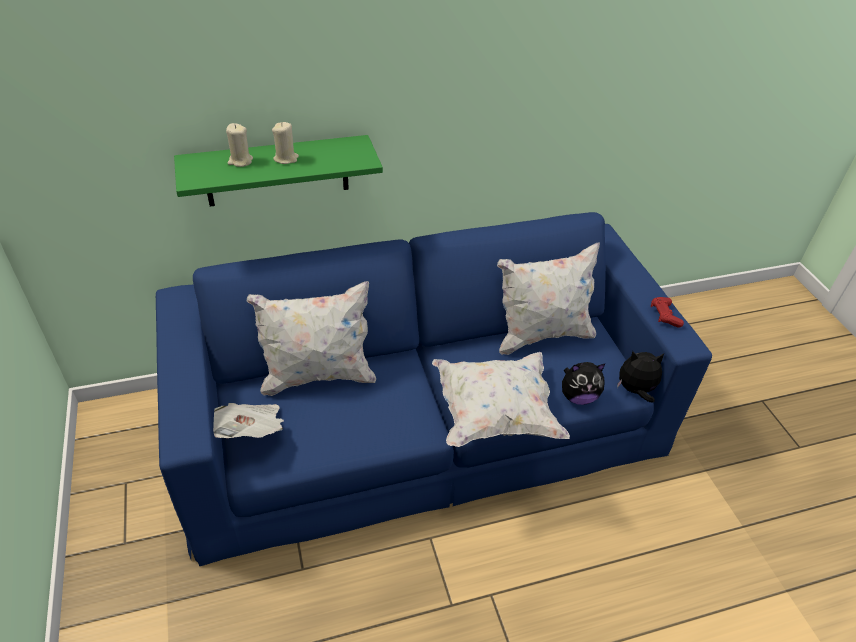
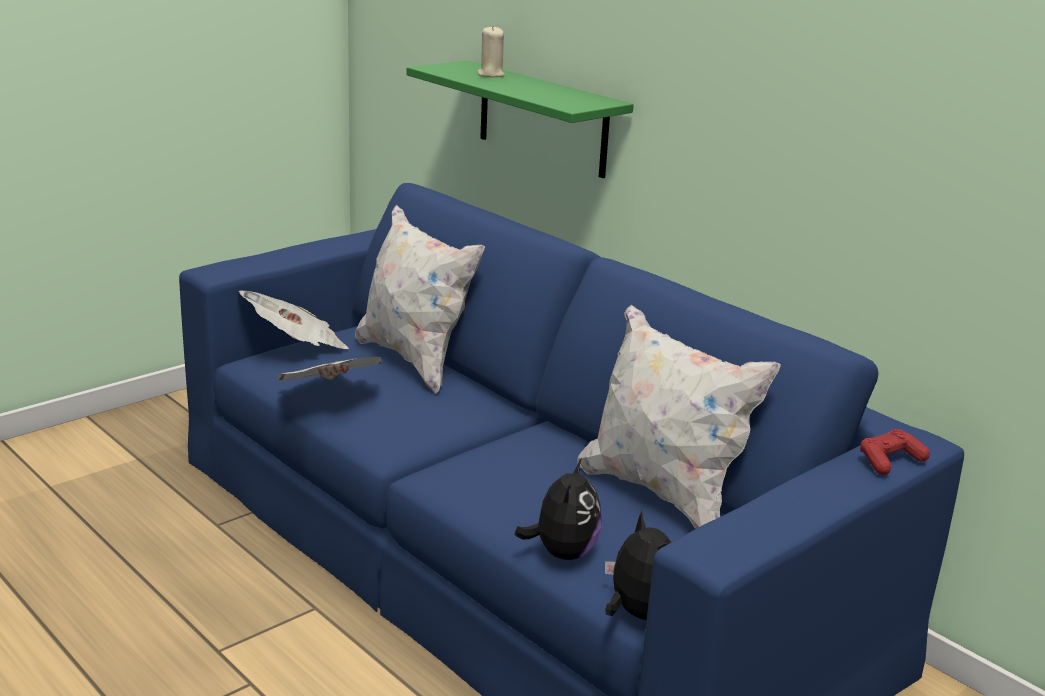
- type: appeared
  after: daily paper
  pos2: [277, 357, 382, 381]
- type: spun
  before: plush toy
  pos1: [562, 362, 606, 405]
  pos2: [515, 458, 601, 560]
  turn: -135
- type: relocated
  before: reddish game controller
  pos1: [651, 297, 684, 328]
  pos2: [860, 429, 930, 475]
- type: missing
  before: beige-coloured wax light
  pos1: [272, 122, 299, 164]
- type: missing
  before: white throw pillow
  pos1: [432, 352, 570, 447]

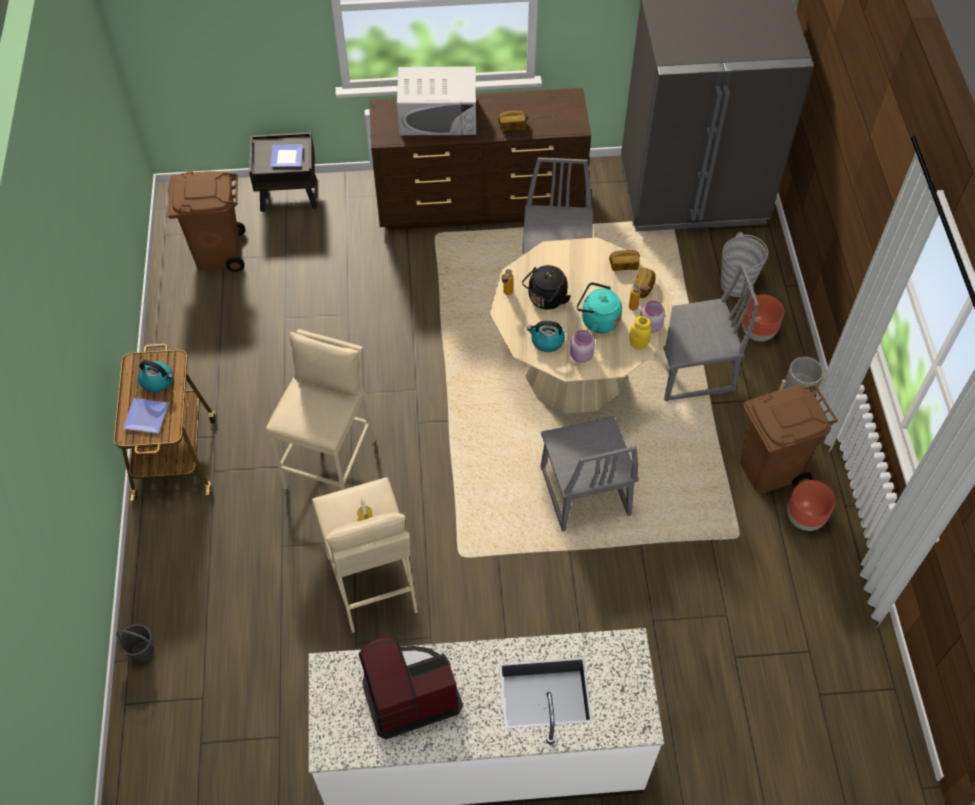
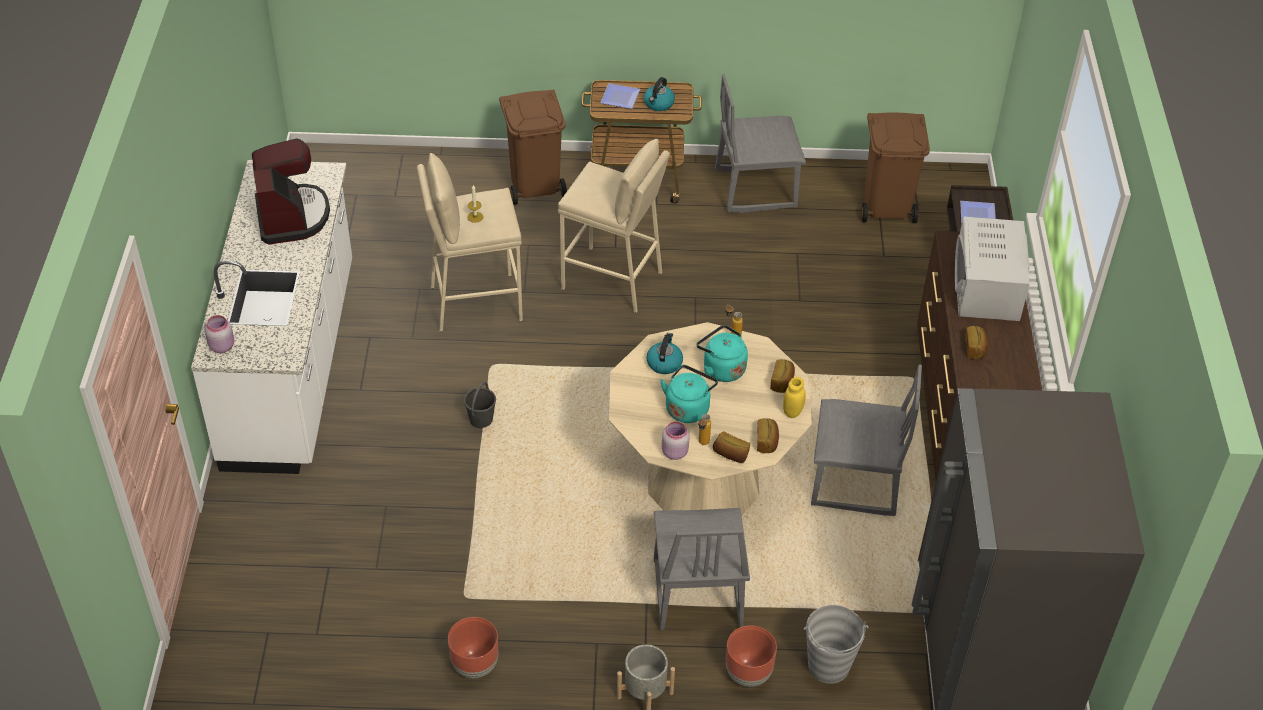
- type: relocated
  before: pink-coloured jar
  pos1: [570, 330, 595, 363]
  pos2: [205, 315, 234, 353]
- type: relocated
  before: gray pail
  pos1: [116, 624, 154, 663]
  pos2: [464, 382, 496, 428]
- type: relocated
  before: brown-coloured waste bin
  pos1: [740, 385, 838, 493]
  pos2: [499, 90, 567, 205]
- type: colour
  before: black-coloured water kettle
  after: turquoise-coloured water kettle
  pos1: [522, 265, 571, 310]
  pos2: [697, 325, 748, 382]
- type: relocated
  before: gray chair
  pos1: [541, 416, 639, 532]
  pos2: [715, 74, 806, 213]
- type: appeared
  after: bakery bread
  pos2: [770, 359, 795, 393]
- type: relocated
  before: yellow jar
  pos1: [629, 316, 651, 350]
  pos2: [783, 377, 806, 418]

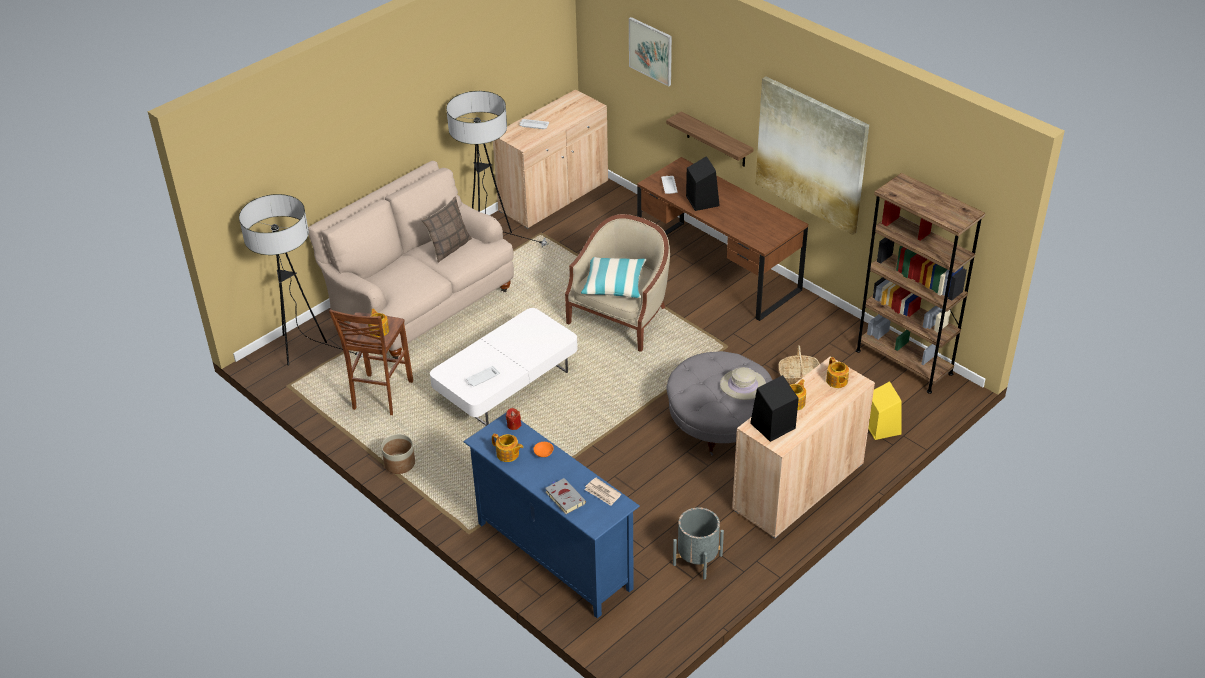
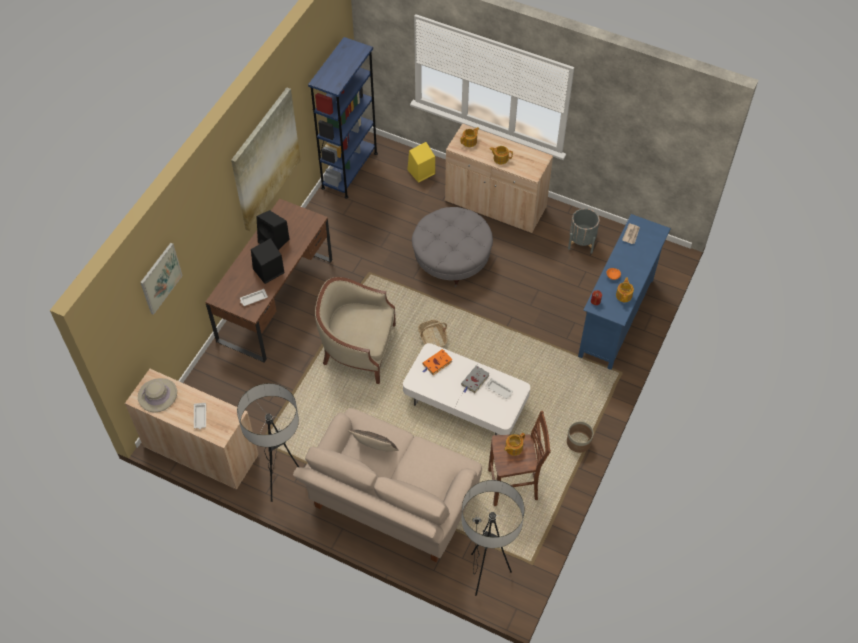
- type: relocated
  before: beige-coloured hat
  pos1: [720, 367, 766, 400]
  pos2: [138, 378, 177, 412]
- type: relocated
  before: black-coloured speaker
  pos1: [750, 375, 799, 442]
  pos2: [256, 210, 289, 250]
- type: colour
  before: brown-coloured shelving unit
  after: bluish shelving unit
  pos1: [856, 173, 985, 394]
  pos2: [308, 37, 378, 198]
- type: relocated
  before: basket
  pos1: [778, 345, 820, 383]
  pos2: [418, 319, 447, 347]
- type: appeared
  after: orange bound book
  pos2: [422, 349, 453, 375]
- type: relocated
  before: gray bound book
  pos1: [545, 478, 586, 514]
  pos2: [461, 366, 490, 393]
- type: missing
  before: throw pillow
  pos1: [581, 257, 646, 298]
- type: missing
  before: wall shelf
  pos1: [666, 112, 754, 167]

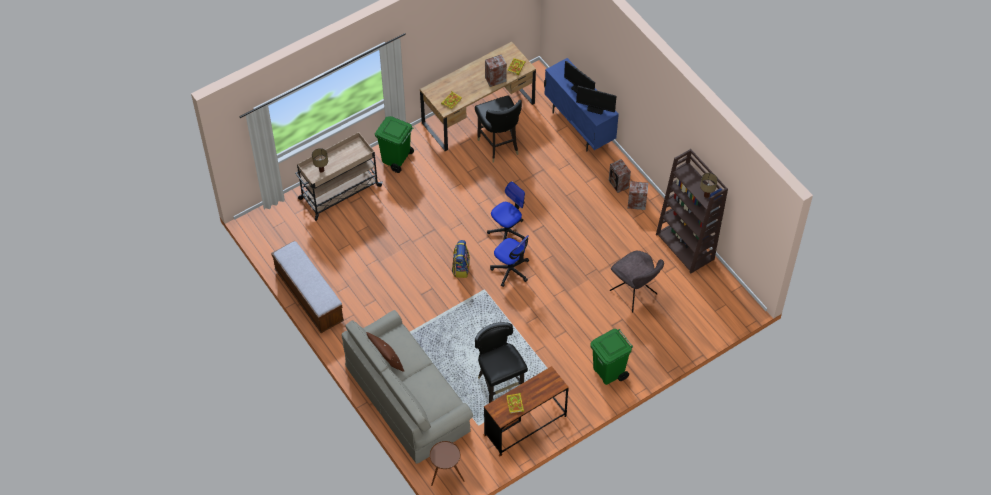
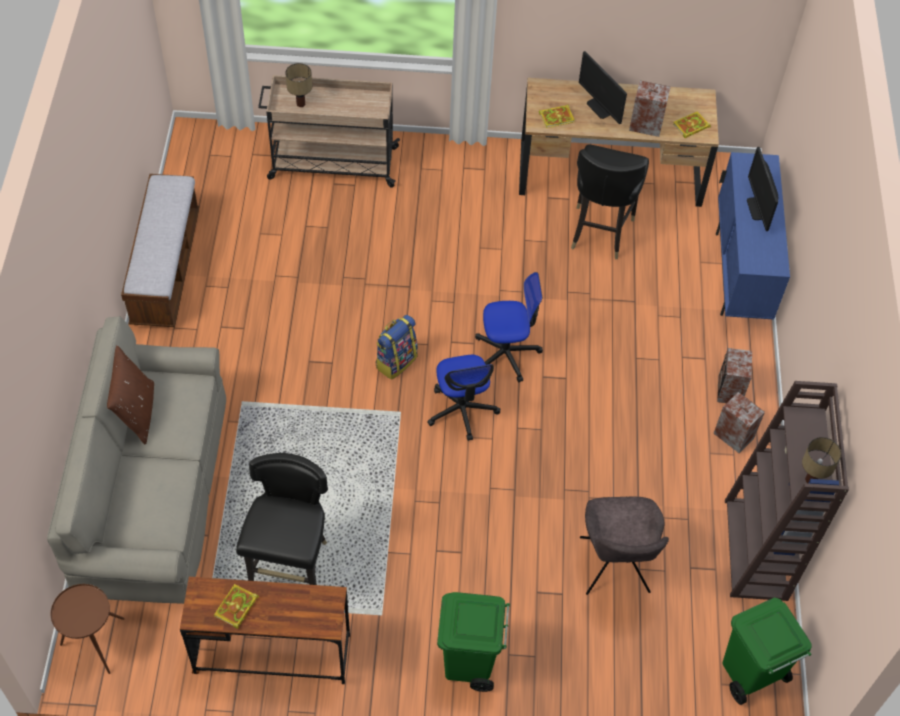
- type: relocated
  before: monitor
  pos1: [576, 86, 616, 114]
  pos2: [579, 51, 627, 125]
- type: relocated
  before: green waste bin
  pos1: [375, 116, 414, 173]
  pos2: [723, 598, 812, 705]

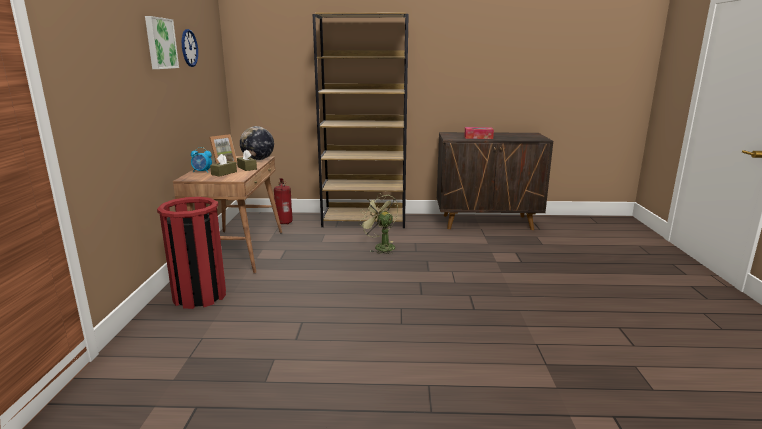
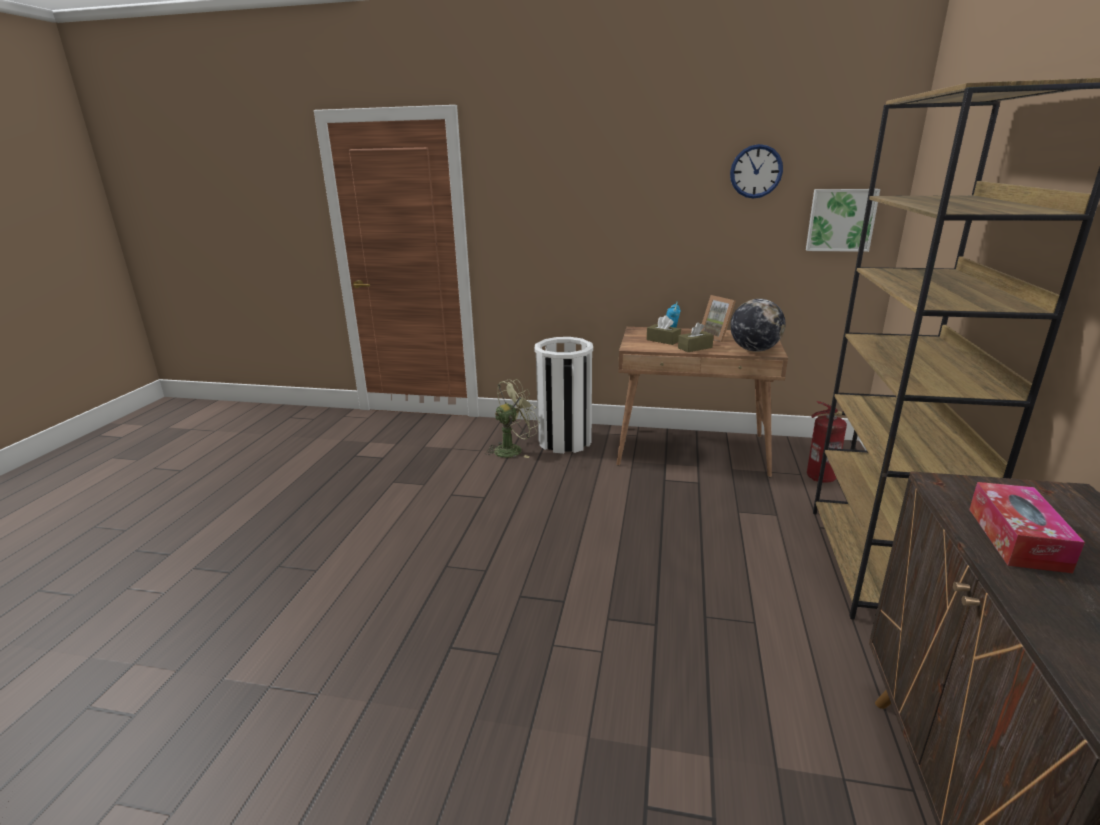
- type: relocated
  before: green fan
  pos1: [359, 193, 398, 254]
  pos2: [485, 379, 540, 458]
- type: colour
  before: reddish waste bin
  after: white waste bin
  pos1: [157, 197, 226, 309]
  pos2: [534, 337, 593, 454]
- type: relocated
  before: wall picture
  pos1: [145, 16, 179, 69]
  pos2: [806, 189, 880, 252]

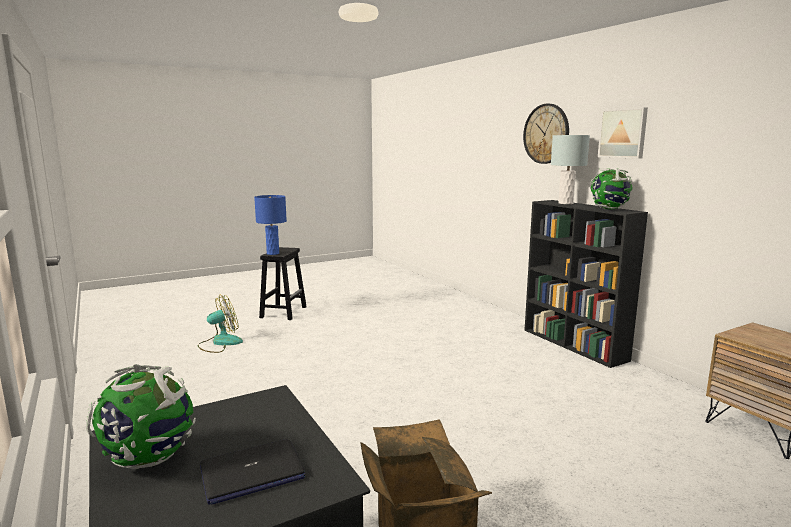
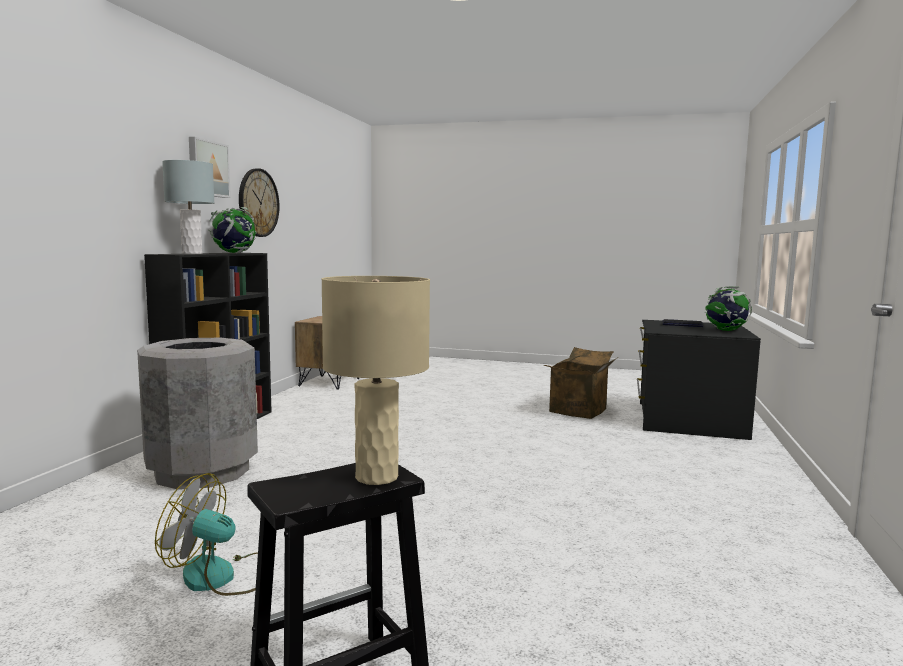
- type: appeared
  after: gray waste bin
  pos2: [137, 338, 258, 490]
- type: relocated
  before: fan
  pos1: [198, 295, 243, 353]
  pos2: [155, 473, 258, 596]
- type: relocated
  before: wall clock
  pos1: [523, 104, 569, 164]
  pos2: [239, 168, 280, 237]
- type: colour
  before: bluish table lamp
  after: beige-coloured table lamp
  pos1: [254, 195, 287, 255]
  pos2: [321, 276, 430, 485]

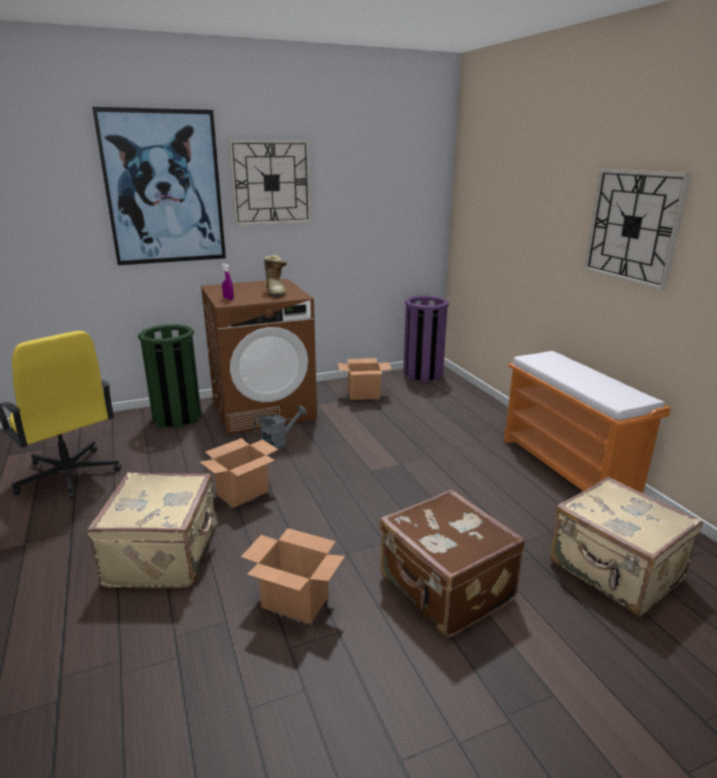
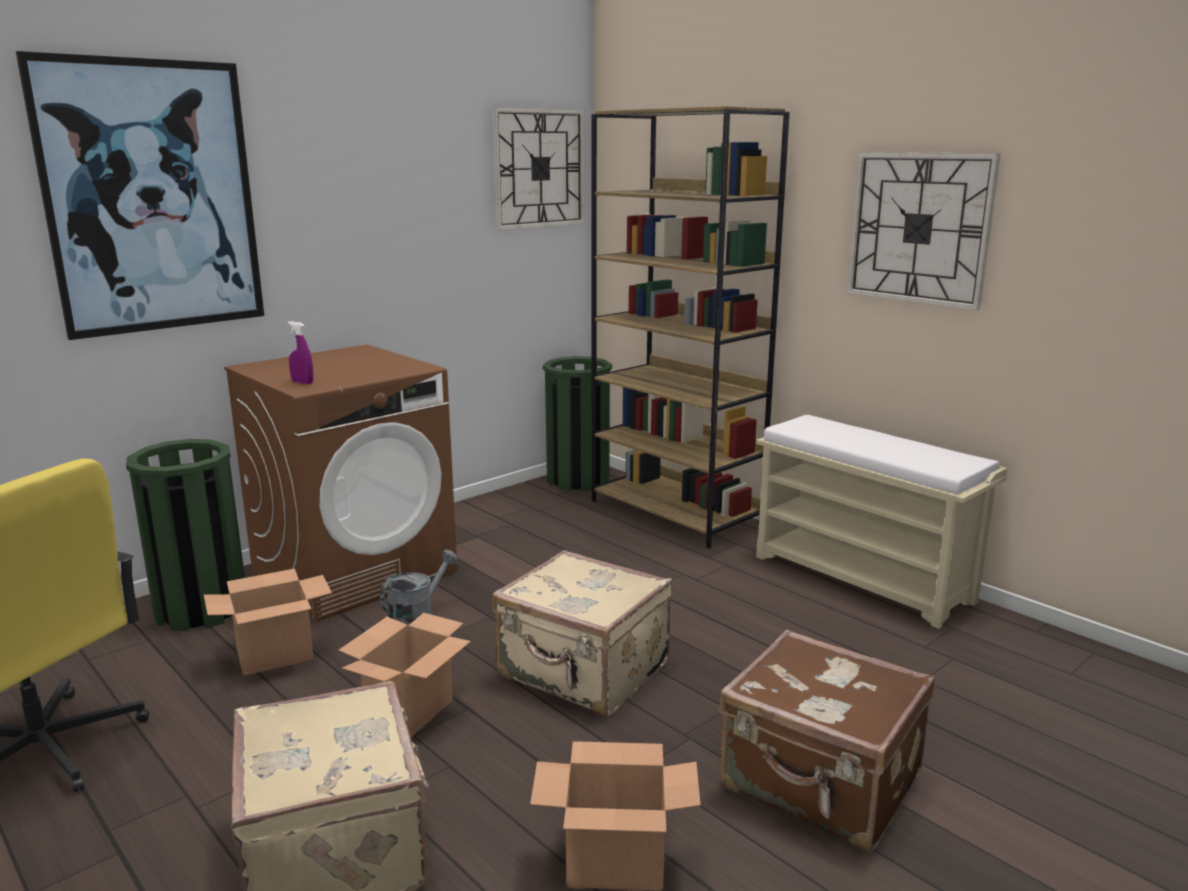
- type: relocated
  before: packing box
  pos1: [338, 358, 392, 400]
  pos2: [204, 569, 332, 676]
- type: relocated
  before: wall clock
  pos1: [228, 139, 311, 226]
  pos2: [492, 107, 585, 230]
- type: relocated
  before: beige-coloured piece of luggage
  pos1: [550, 477, 703, 616]
  pos2: [492, 550, 672, 716]
- type: colour
  before: purplish waste bin
  after: green waste bin
  pos1: [403, 296, 449, 382]
  pos2: [543, 356, 612, 491]
- type: appeared
  after: brown-coloured shelving unit
  pos2: [591, 106, 790, 549]
- type: colour
  before: orange bench
  after: beige-coloured bench
  pos1: [504, 351, 670, 493]
  pos2: [756, 415, 1007, 629]
- type: missing
  before: tall boot
  pos1: [264, 255, 287, 298]

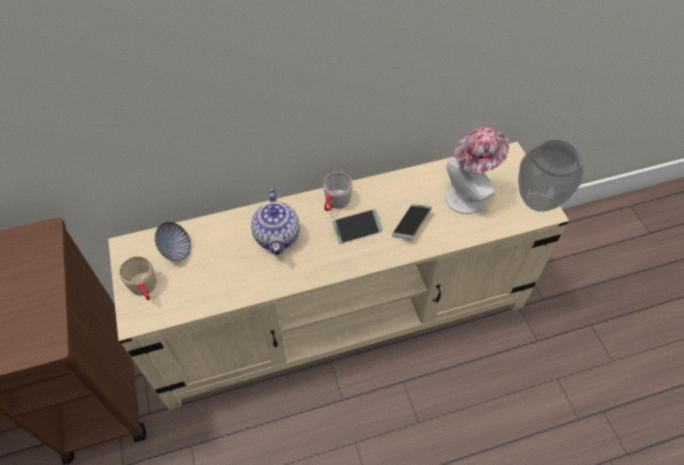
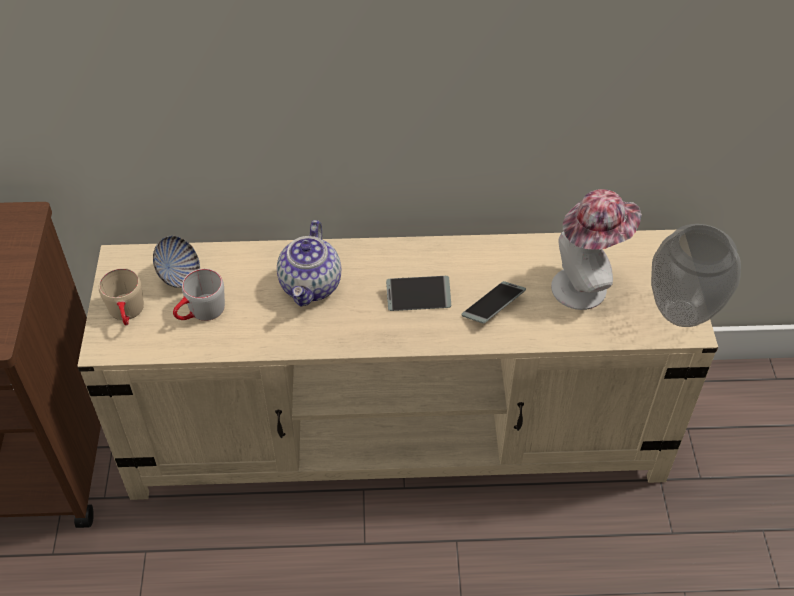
- type: relocated
  before: gray mug
  pos1: [323, 172, 353, 211]
  pos2: [173, 269, 225, 321]

